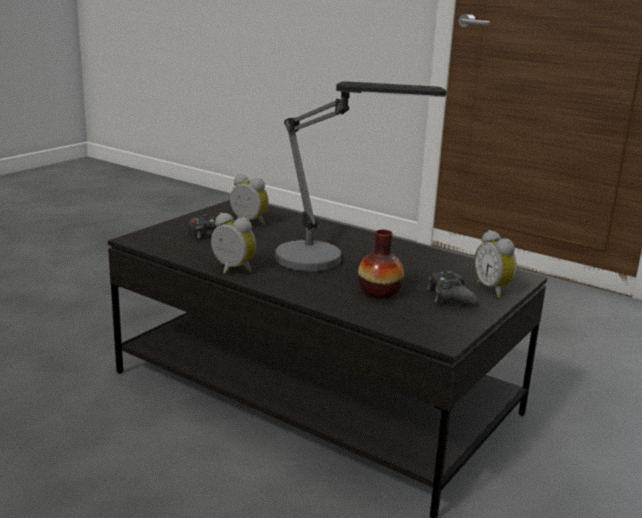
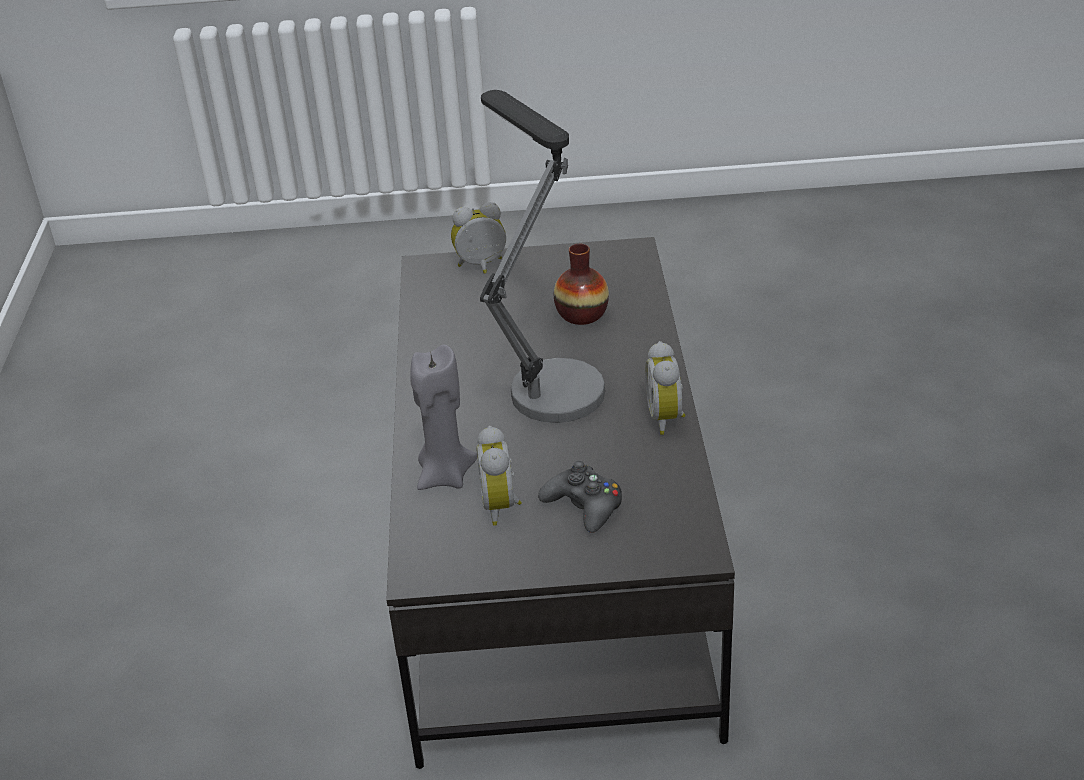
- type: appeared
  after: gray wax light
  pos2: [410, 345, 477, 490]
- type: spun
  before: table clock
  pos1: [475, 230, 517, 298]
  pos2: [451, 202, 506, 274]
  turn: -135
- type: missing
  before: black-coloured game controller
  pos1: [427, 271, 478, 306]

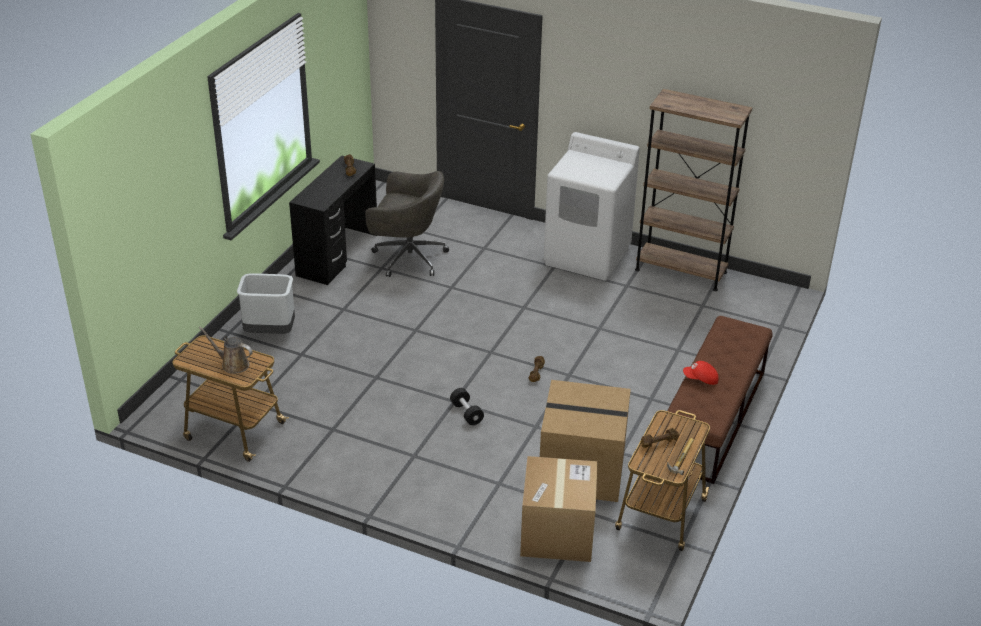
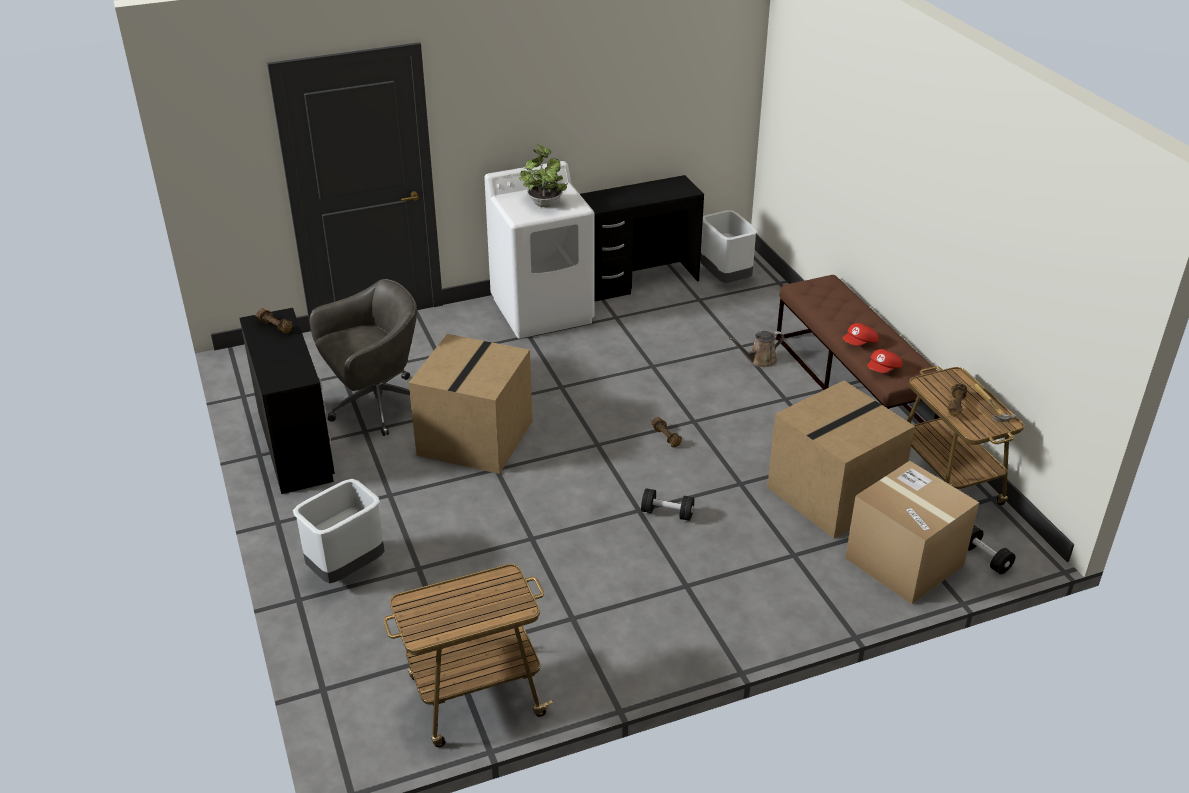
- type: appeared
  after: packing box
  pos2: [409, 334, 532, 474]
- type: appeared
  after: houseplant
  pos2: [519, 144, 568, 207]
- type: exchanged
  before: brown-coloured shelving unit
  after: black-coloured desk table
  pos1: [635, 89, 753, 291]
  pos2: [580, 175, 704, 302]
- type: appeared
  after: gray waste bin
  pos2: [700, 210, 758, 283]
- type: relocated
  before: brown-coloured sprinkling can
  pos1: [199, 327, 253, 374]
  pos2: [729, 331, 784, 367]
- type: appeared
  after: reddish baseball cap
  pos2: [867, 349, 902, 373]
- type: appeared
  after: black-coloured dumbbell
  pos2: [968, 525, 1016, 574]

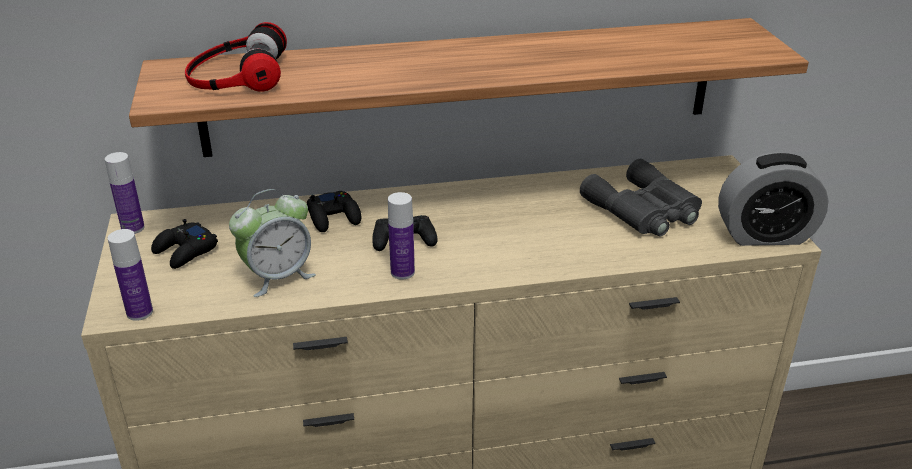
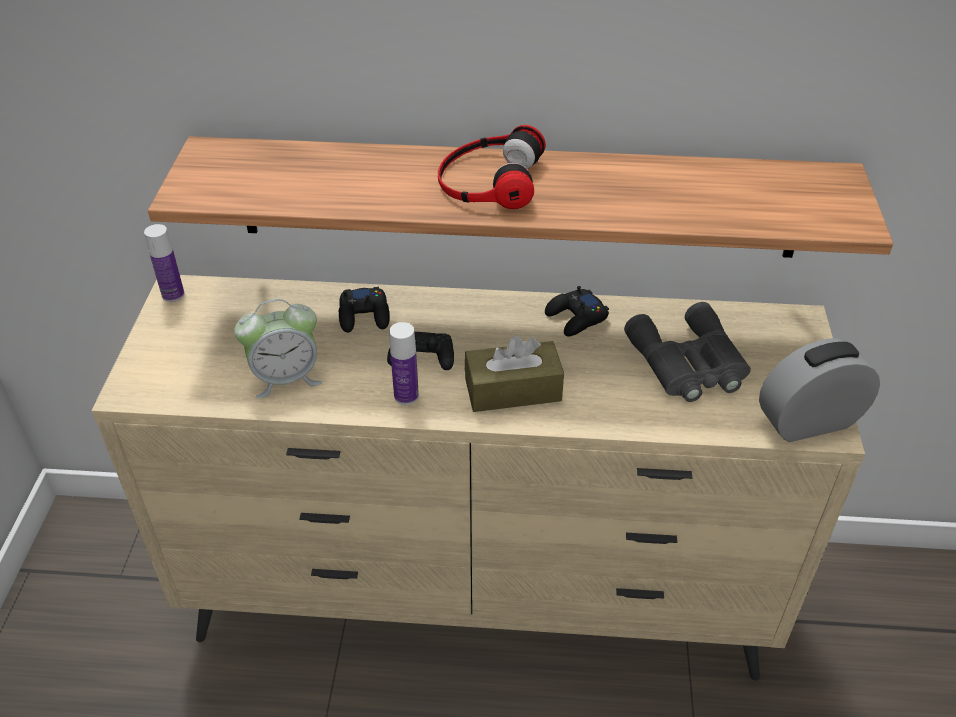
- type: relocated
  before: pair of headphones
  pos1: [185, 22, 287, 92]
  pos2: [438, 125, 546, 209]
- type: appeared
  after: brown-coloured box of tissues
  pos2: [465, 335, 564, 412]
- type: relocated
  before: black-coloured game controller
  pos1: [151, 219, 218, 269]
  pos2: [545, 286, 609, 337]
- type: spun
  before: table clock
  pos1: [718, 152, 829, 246]
  pos2: [759, 338, 880, 442]
  turn: 150
- type: missing
  before: drink bottle
  pos1: [108, 229, 153, 321]

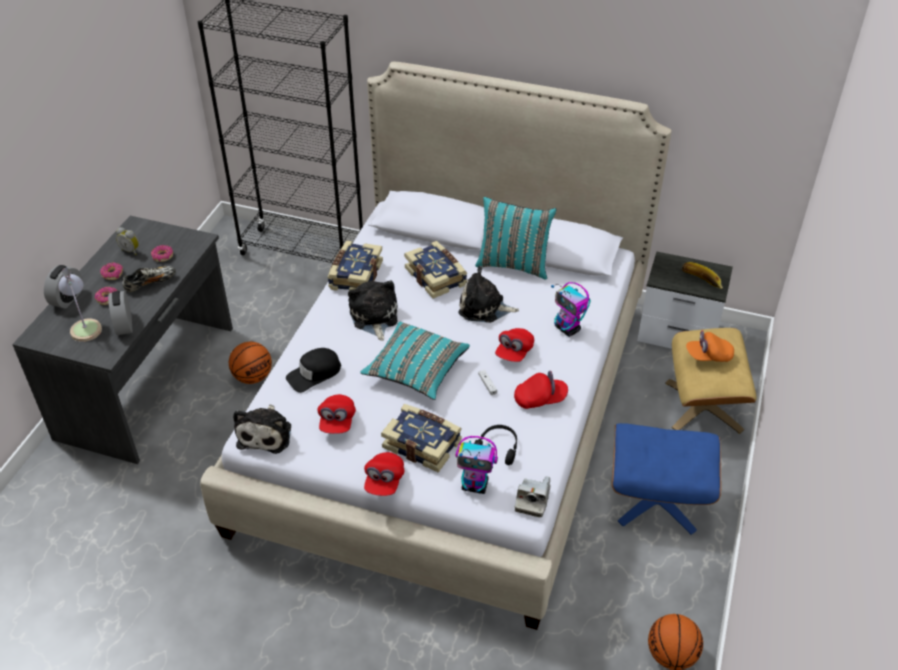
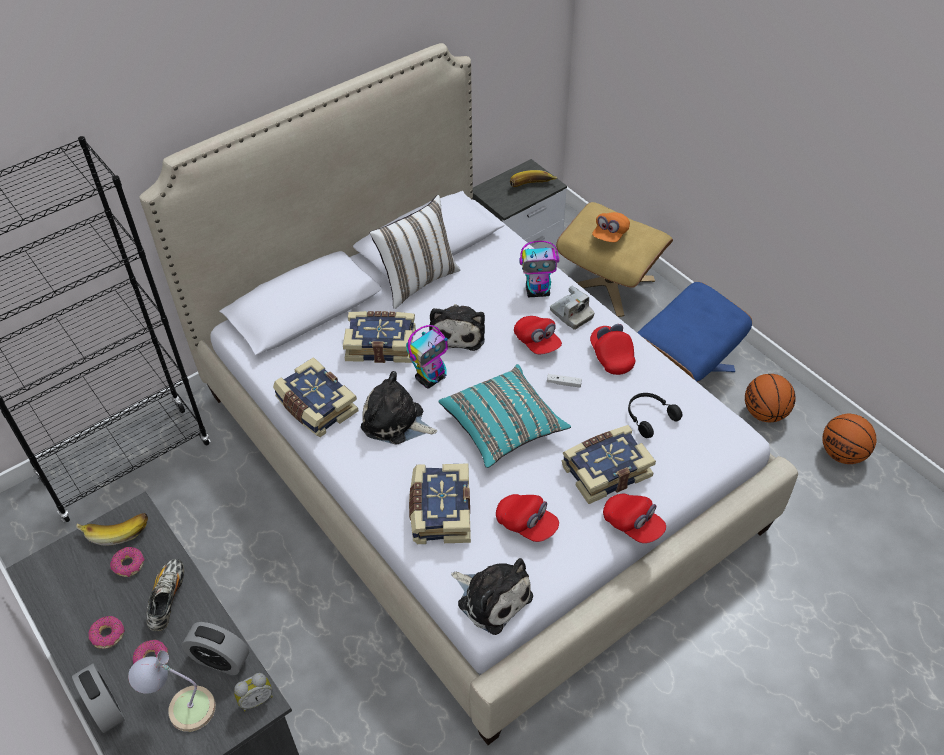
- type: appeared
  after: banana
  pos2: [76, 513, 148, 545]
- type: relocated
  before: table clock
  pos1: [116, 227, 139, 255]
  pos2: [234, 673, 273, 711]
- type: colour
  before: turquoise-coloured throw pillow
  after: white throw pillow
  pos1: [475, 197, 557, 280]
  pos2: [370, 195, 460, 309]
- type: relocated
  before: model robot
  pos1: [456, 436, 498, 494]
  pos2: [406, 325, 448, 388]
- type: exchanged
  before: black-coloured baseball cap
  after: bound book
  pos1: [286, 348, 341, 393]
  pos2: [409, 463, 471, 544]
- type: spun
  before: plush toy
  pos1: [458, 266, 519, 323]
  pos2: [429, 304, 485, 351]
  turn: -45
- type: relocated
  before: still camera
  pos1: [515, 476, 550, 517]
  pos2: [550, 286, 594, 330]
- type: spun
  before: reddish baseball cap
  pos1: [514, 371, 568, 409]
  pos2: [590, 324, 636, 375]
  turn: -45
- type: relocated
  before: basketball ball
  pos1: [229, 342, 272, 384]
  pos2: [745, 374, 796, 422]

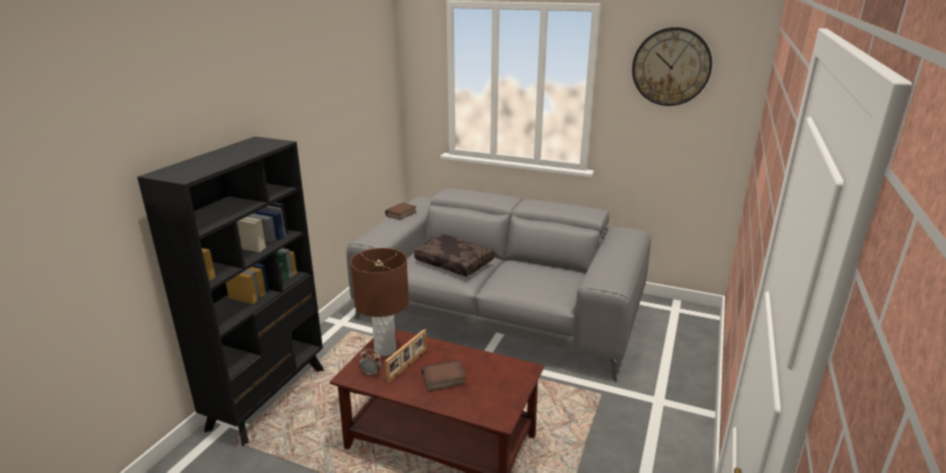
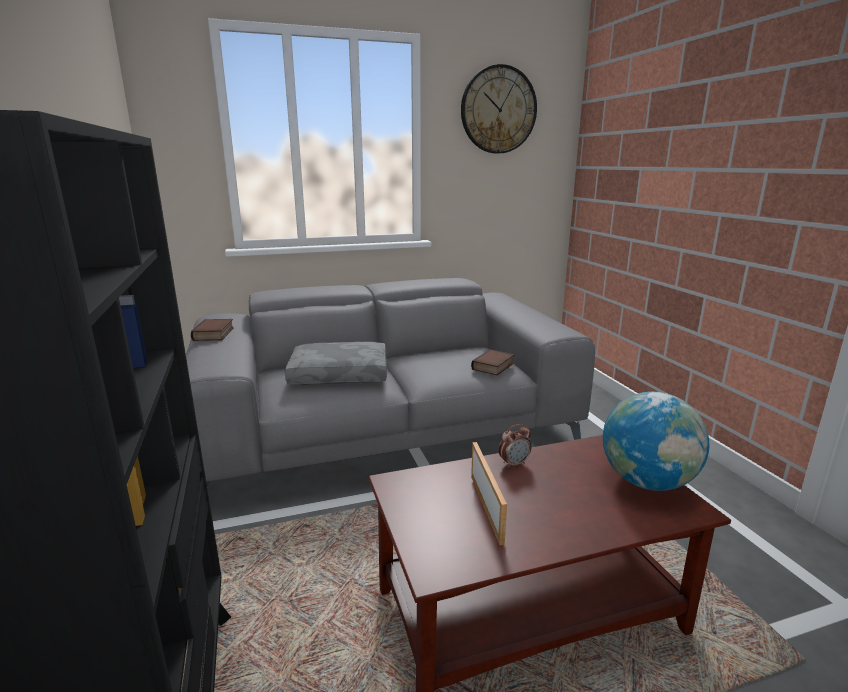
- type: colour
  before: brown-coloured throw pillow
  after: gray throw pillow
  pos1: [414, 235, 494, 277]
  pos2: [285, 342, 387, 385]
- type: relocated
  before: bound book
  pos1: [422, 360, 466, 392]
  pos2: [471, 350, 514, 376]
- type: relocated
  before: table clock
  pos1: [359, 349, 382, 377]
  pos2: [498, 424, 531, 468]
- type: appeared
  after: world globe
  pos2: [603, 392, 709, 491]
- type: missing
  before: brown-coloured table lamp
  pos1: [350, 248, 409, 356]

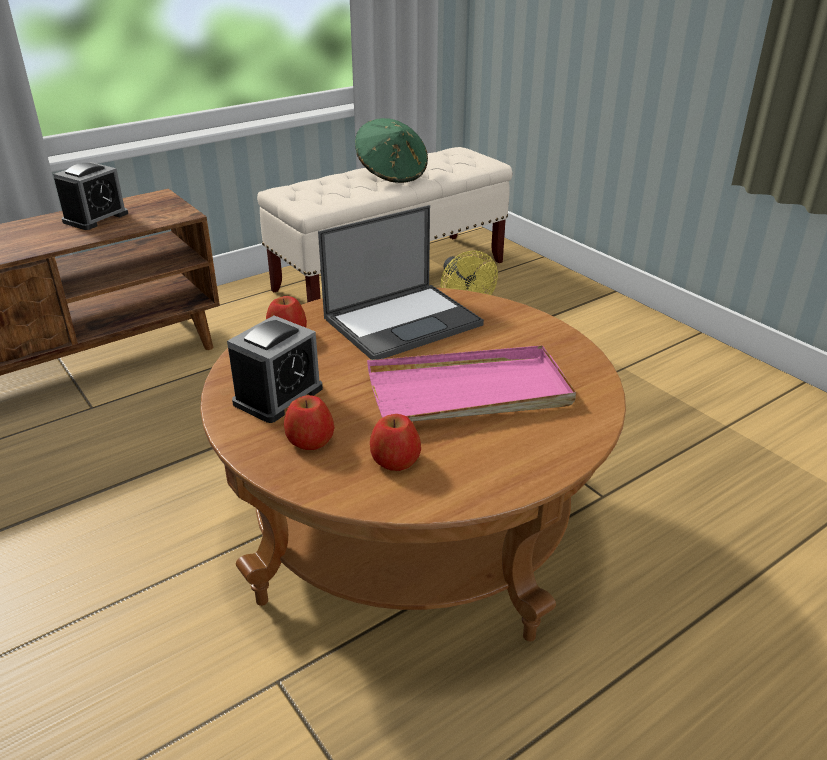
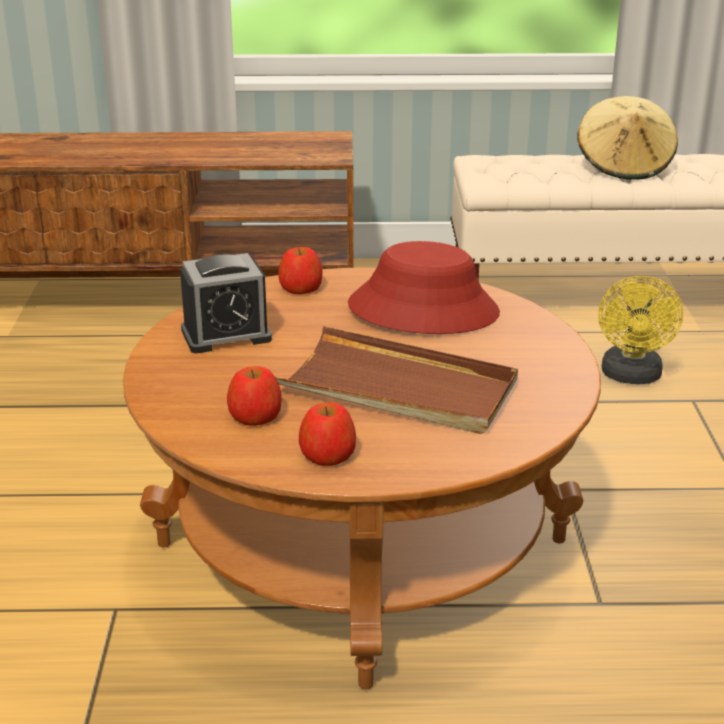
- type: colour
  before: pink-coloured carrying tray
  after: brown-coloured carrying tray
  pos1: [367, 345, 576, 421]
  pos2: [276, 326, 518, 434]
- type: relocated
  before: apple fruit
  pos1: [284, 395, 334, 450]
  pos2: [299, 403, 356, 466]
- type: exchanged
  before: notebook computer
  after: reddish hat
  pos1: [318, 205, 484, 360]
  pos2: [348, 241, 500, 334]
- type: colour
  before: green hat
  after: beige-coloured hat
  pos1: [355, 118, 428, 183]
  pos2: [577, 96, 678, 180]
- type: missing
  before: table clock
  pos1: [53, 162, 128, 230]

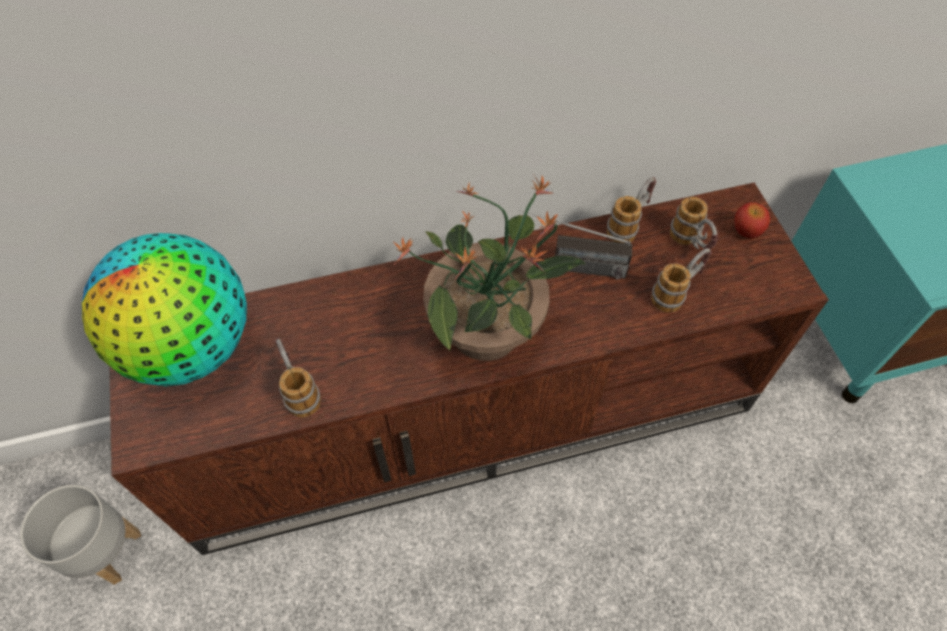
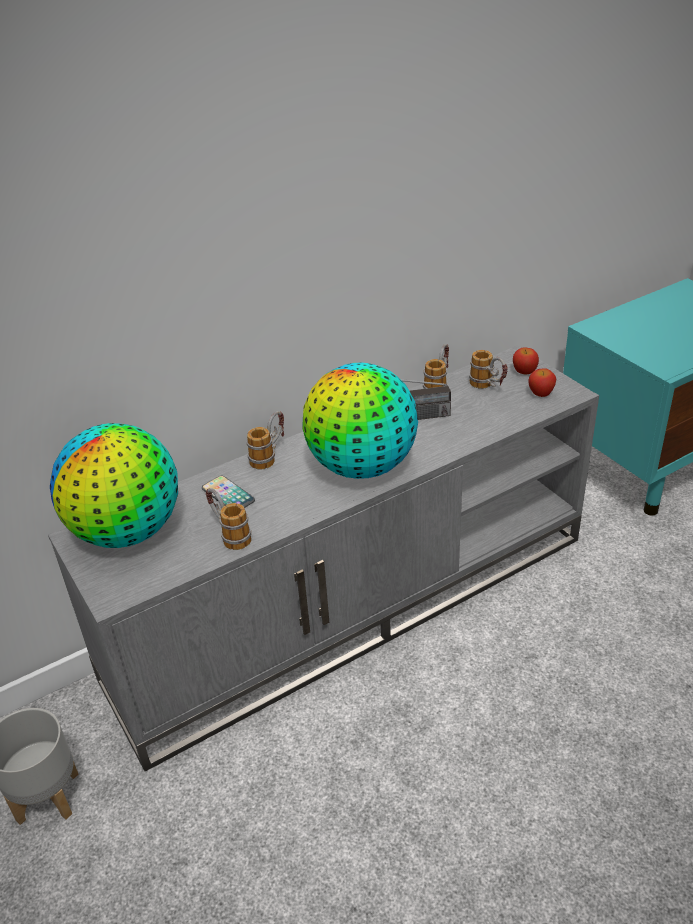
- type: colour
  before: brown-coloured media console
  after: gray media console
  pos1: [109, 183, 829, 555]
  pos2: [48, 345, 599, 772]
- type: appeared
  after: phone
  pos2: [202, 476, 255, 508]
- type: relocated
  before: mug
  pos1: [651, 248, 712, 312]
  pos2: [247, 411, 284, 470]
- type: exchanged
  before: houseplant
  after: world globe
  pos1: [393, 176, 586, 361]
  pos2: [302, 363, 418, 479]
- type: appeared
  after: apple fruit
  pos2: [528, 369, 556, 397]

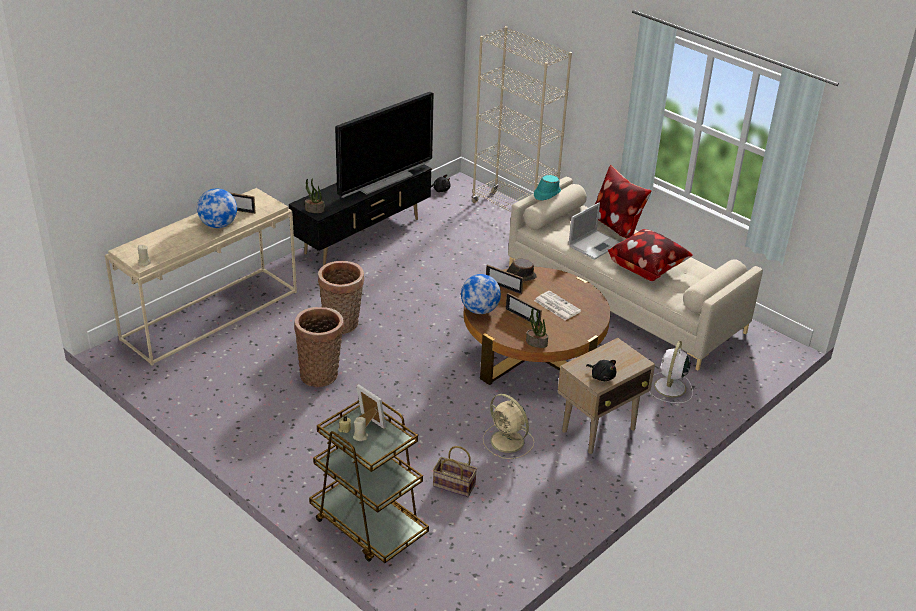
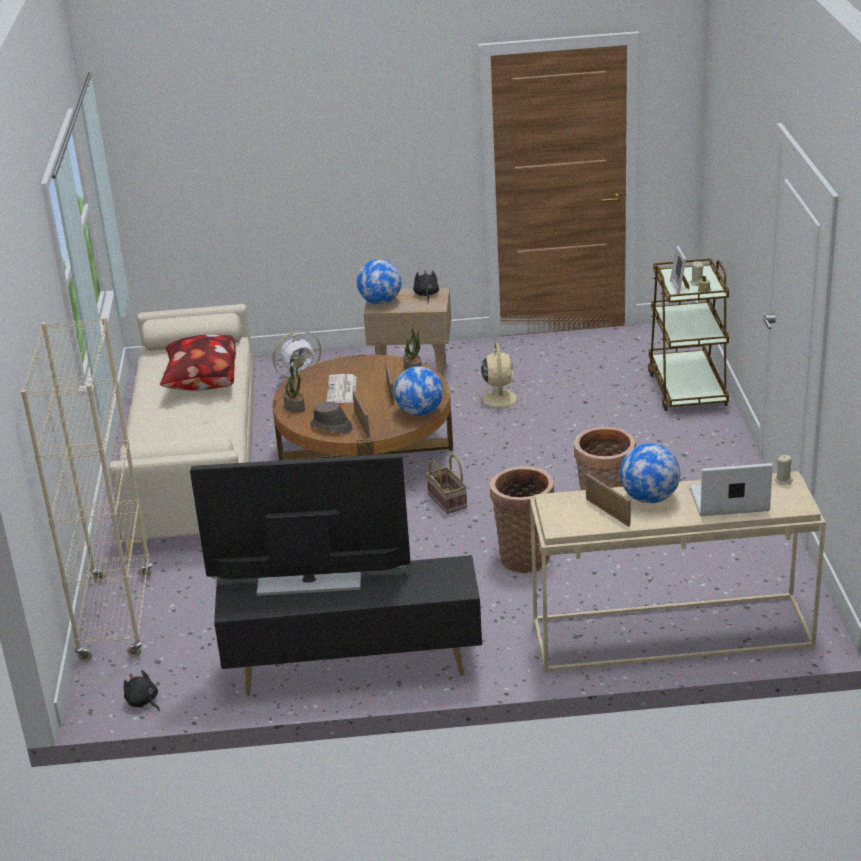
- type: relocated
  before: houseplant
  pos1: [305, 179, 325, 213]
  pos2: [283, 363, 305, 413]
- type: appeared
  after: world globe
  pos2: [357, 259, 402, 305]
- type: relocated
  before: basket
  pos1: [433, 446, 477, 497]
  pos2: [426, 454, 467, 514]
- type: relocated
  before: notebook computer
  pos1: [569, 203, 620, 260]
  pos2: [689, 463, 773, 516]
- type: missing
  before: turquoise-coloured hat
  pos1: [534, 175, 561, 201]
- type: missing
  before: throw pillow
  pos1: [595, 165, 652, 238]

